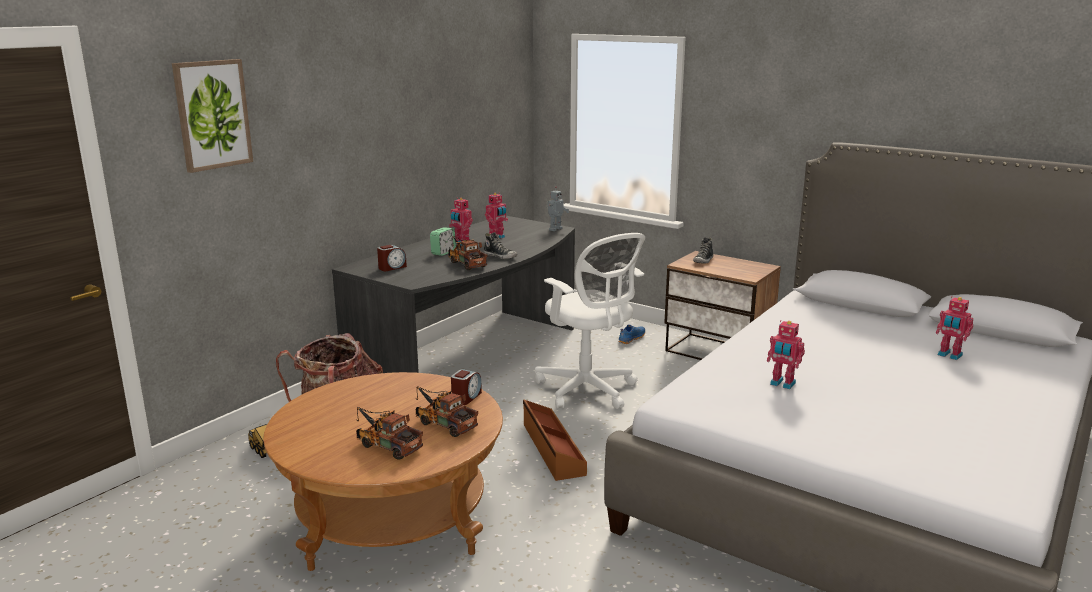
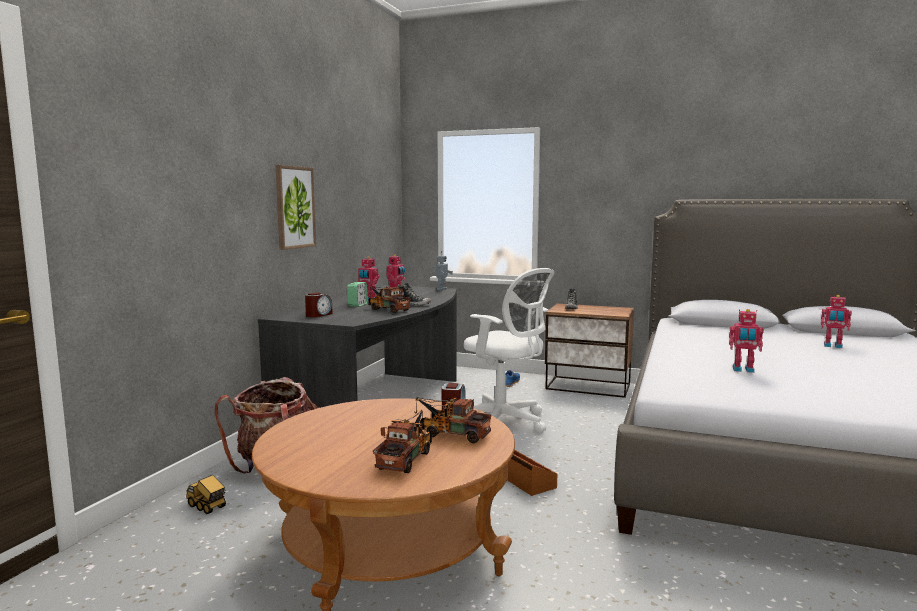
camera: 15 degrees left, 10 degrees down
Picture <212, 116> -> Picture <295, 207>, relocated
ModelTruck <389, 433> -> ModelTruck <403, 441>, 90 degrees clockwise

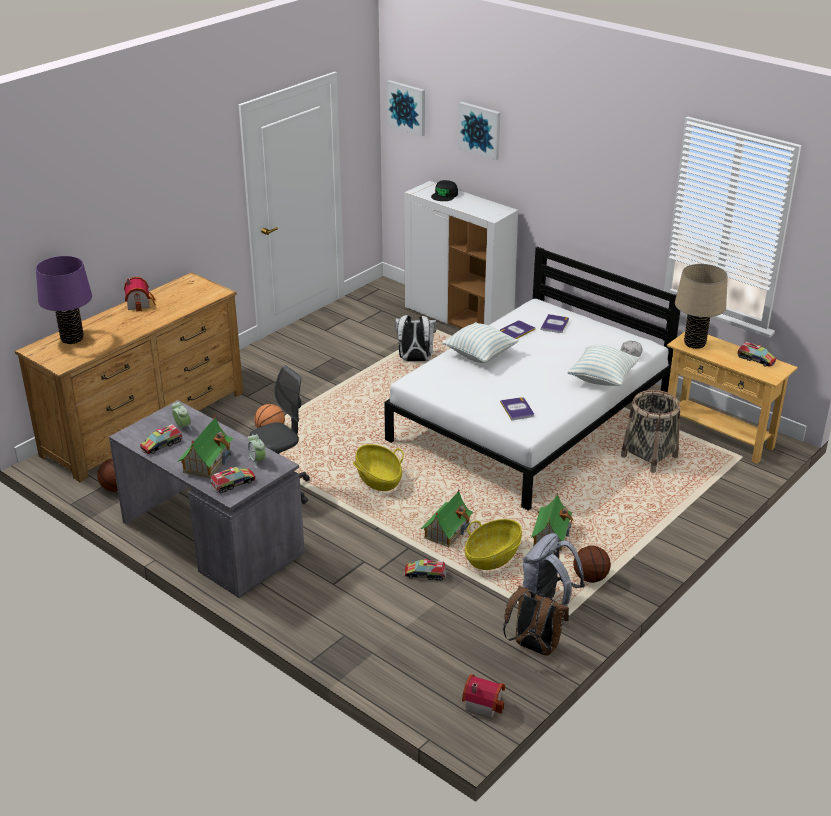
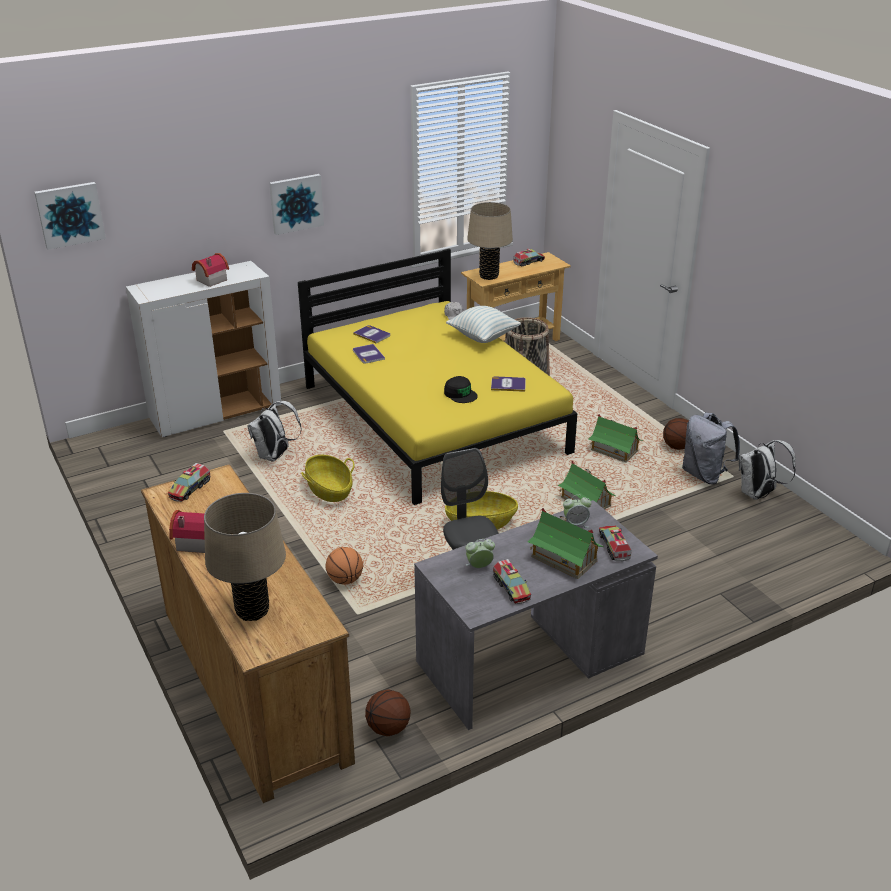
camera: 70 degrees left, 0 degrees up
PurpleTabletopLamp <64, 300> -> SandColouredTabletopLamp <245, 557>
WhitishBedroomBed <532, 379> -> YellowishBedroomBed <438, 377>
ModelTruck <425, 570> -> ModelTruck <189, 482>, relocated
BlackColouredPeakedCap <444, 190> -> BlackColouredPeakedCap <461, 389>, relocated
ThrowPillow <480, 342> -> none
Picture <479, 131> -> Picture <296, 204>, relocated
ModelHouse <483, 696> -> ModelHouse <210, 270>, relocated
Basket <493, 544> -> Basket <327, 478>, relocated
BrownColouredRucksack <536, 621> -> WhitishRucksack <767, 470>

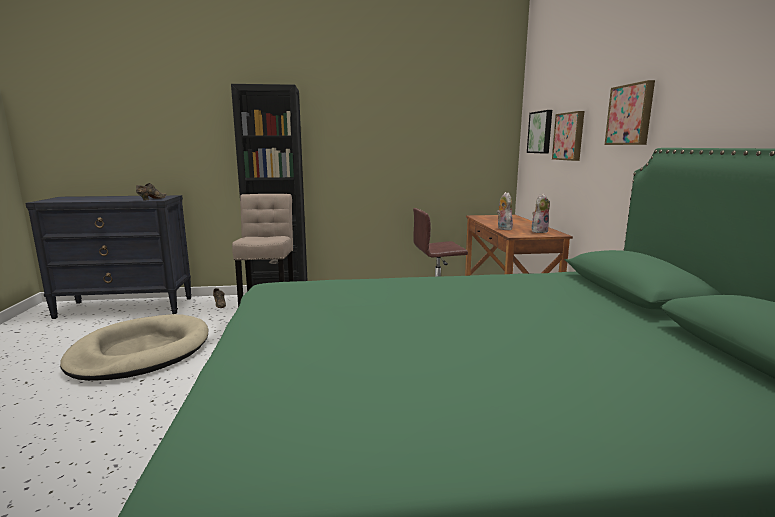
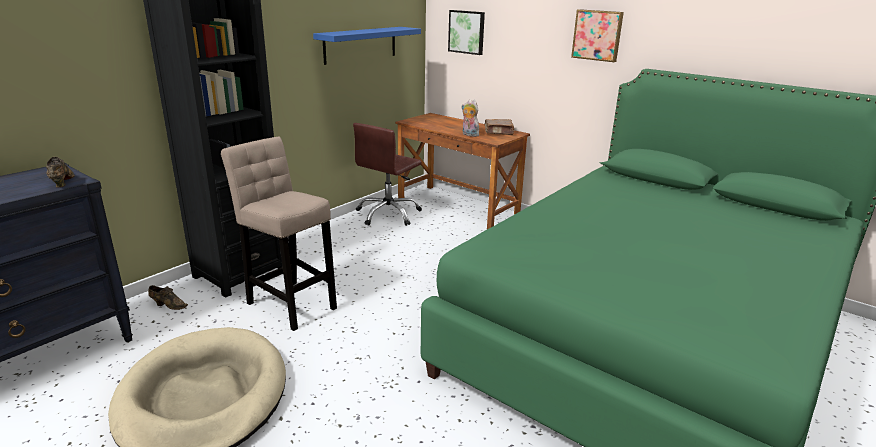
camera: 45 degrees left, 10 degrees up
PlushToy <541, 213> -> BrownColouredBook <499, 127>
Picture <568, 136> -> none
none -> BlueColouredShelf <367, 46>

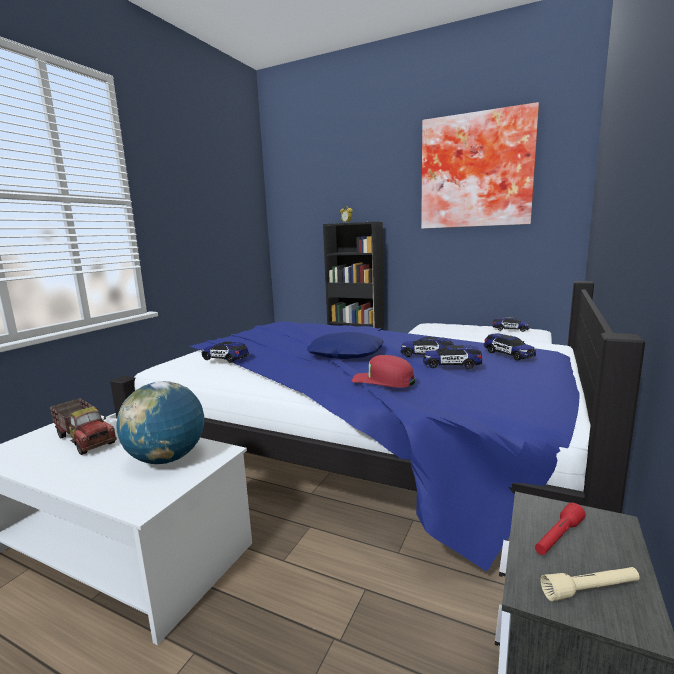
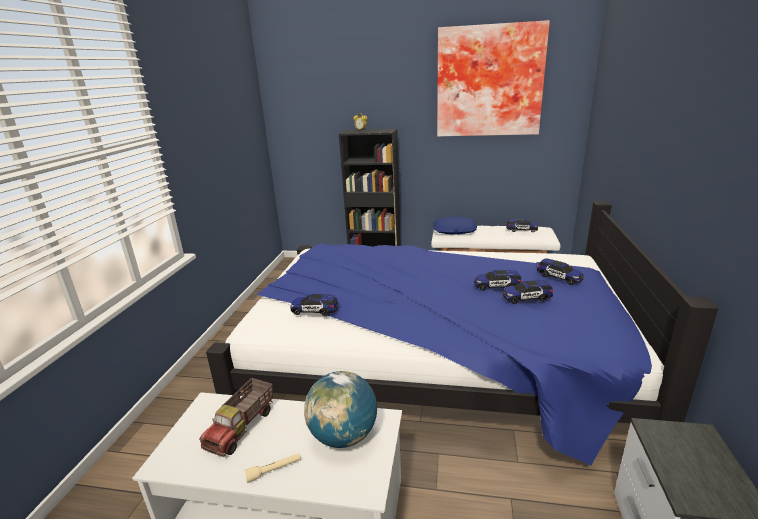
camera: 15 degrees left, 10 degrees up
ModelTruck <83, 426> -> ModelTruck <236, 417>, 90 degrees clockwise
BlueColouredThrowPillow <345, 345> -> BlueColouredThrowPillow <455, 225>, relocated
RedPeakedCap <383, 371> -> none
RedTorch <560, 529> -> none
SandColouredTorch <590, 584> -> SandColouredTorch <273, 468>, relocated

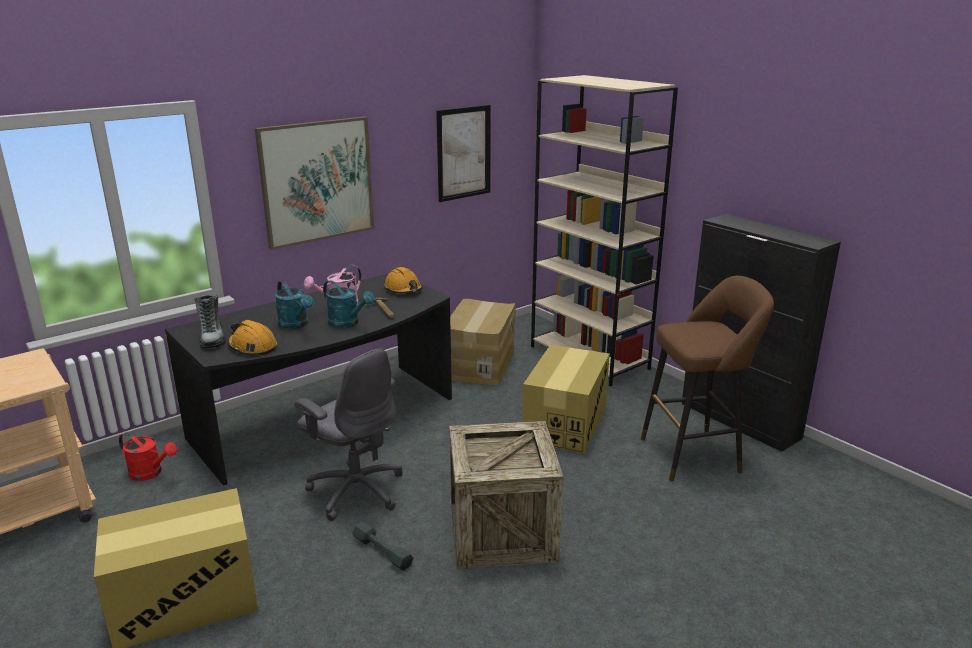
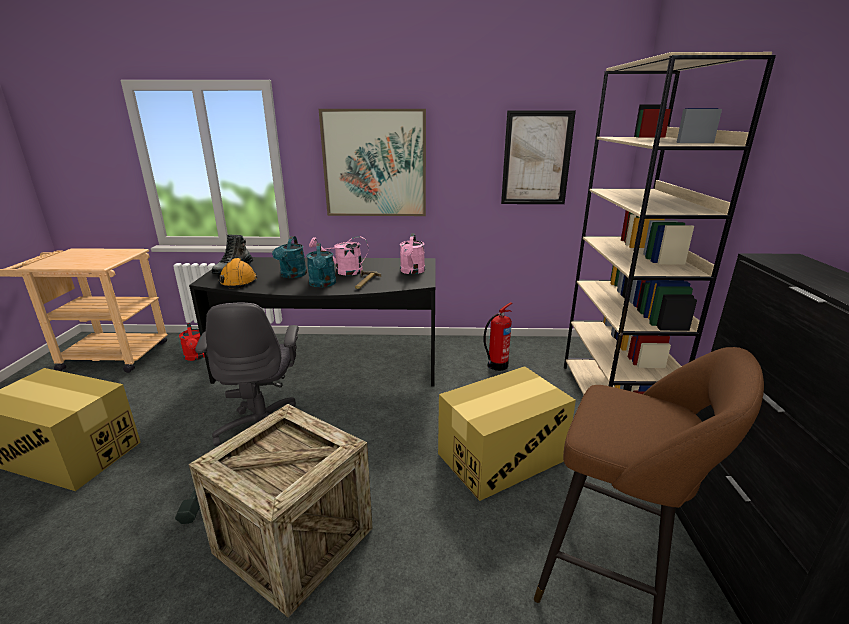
camera: 40 degrees right, 0 degrees up
OrangeColouredWorkHelmet <403, 280> -> PinkColouredWateringCan <412, 253>
CardboardBox <483, 342> -> FireFightingCylinder <498, 336>

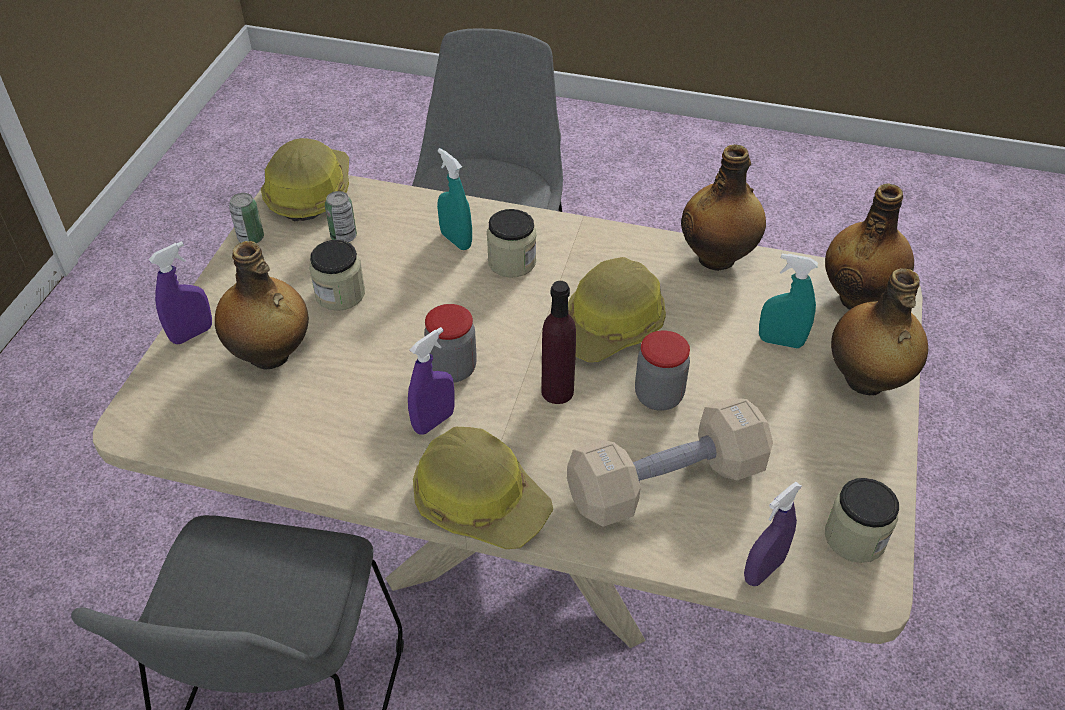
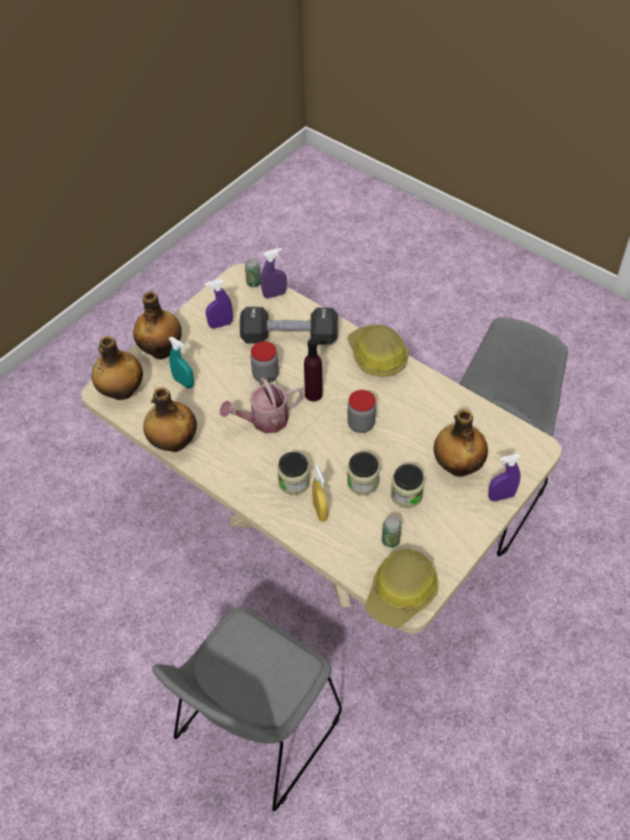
camera: 155 degrees left, 5 degrees up
Can <246, 218> -> Can <253, 272>, relocated
PurpleSprayBottle <431, 380> -> PurpleSprayBottle <219, 304>, relocated
TurquoiseColouredSprayBottle <454, 199> -> YellowishSprayBottle <320, 493>
SandColouredDumbbell <670, 462> -> BlackColouredDumbbell <289, 326>
WorkHelmet <617, 309> -> WateringCan <261, 405>
PreserveJar <862, 520> -> PreserveJar <363, 473>, relocated

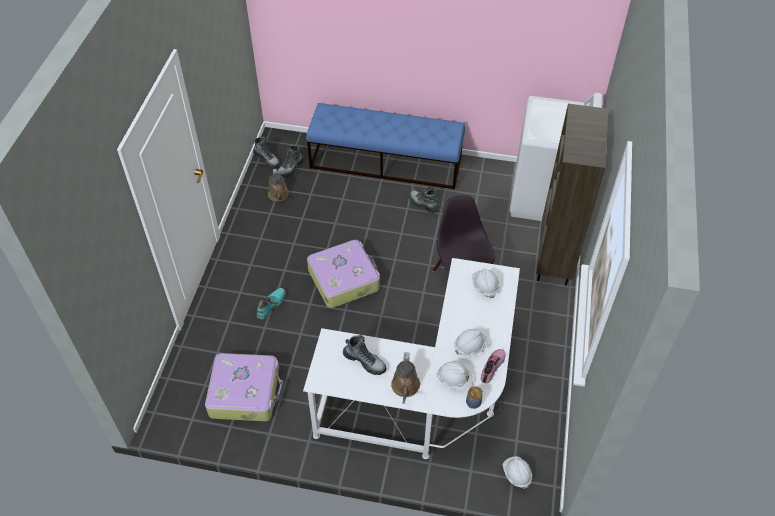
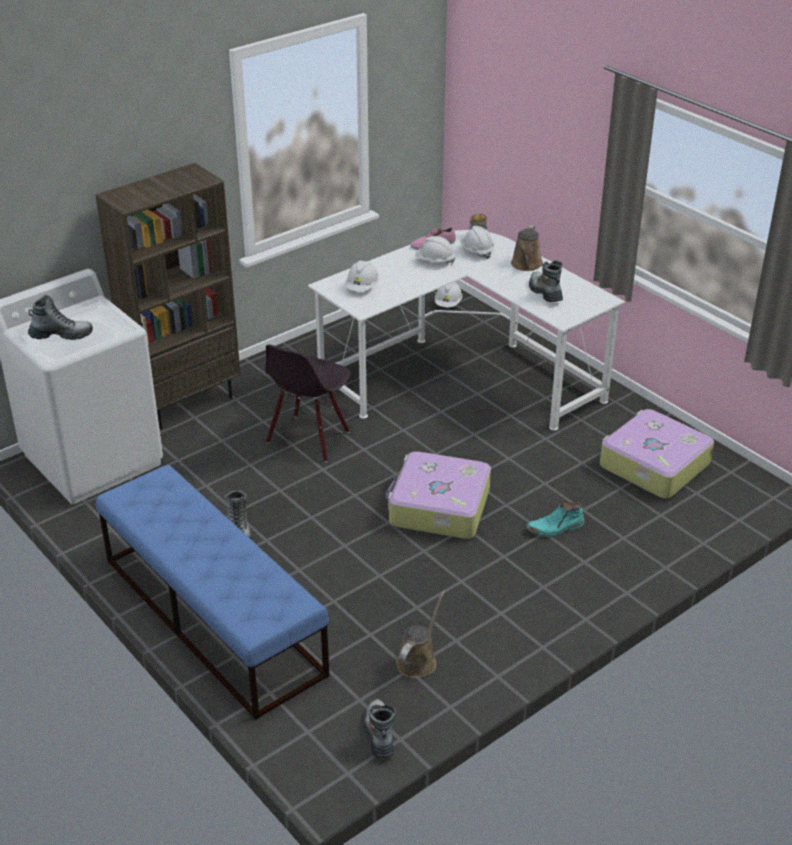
camera: 140 degrees left, 15 degrees down
HighTopBoot <291, 161> -> HighTopBoot <60, 317>, relocated
BrownColouredWateringCan <405, 378> -> BrownColouredWateringCan <527, 248>, 150 degrees clockwise

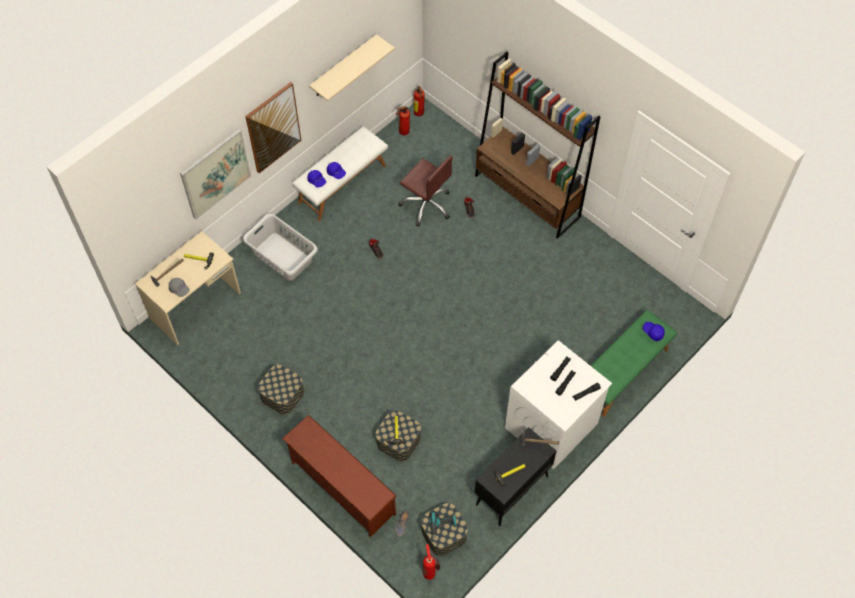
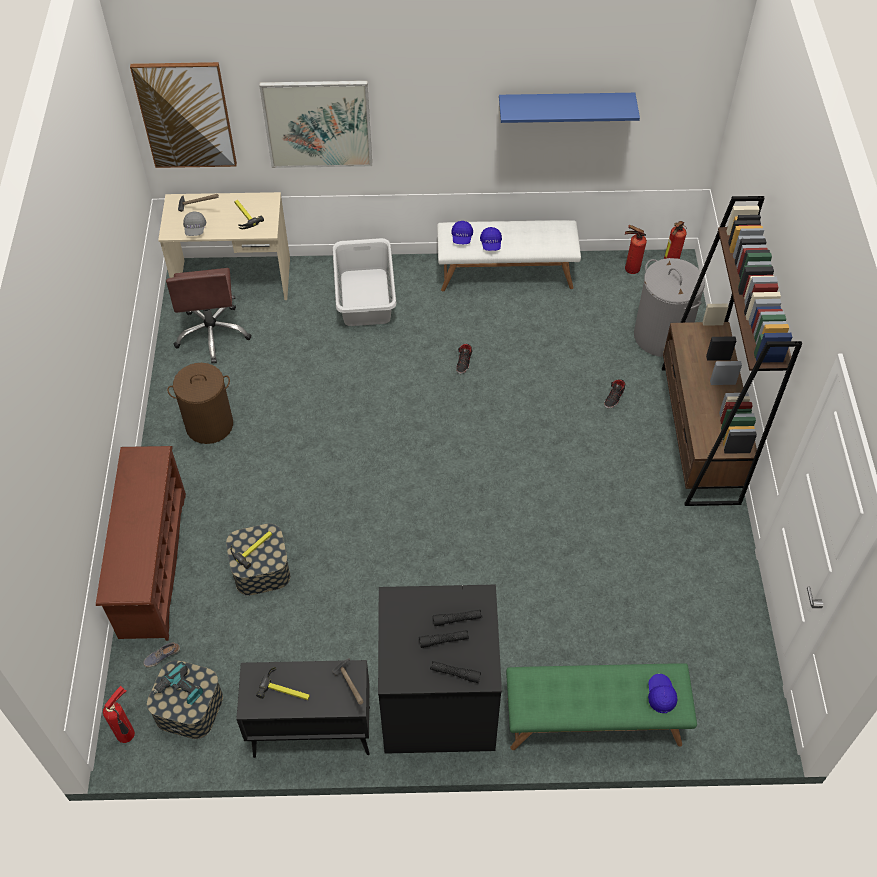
camera: 45 degrees right, 5 degrees down
Picture <273, 127> -> Picture <183, 115>, relocated
StorageBox <281, 390> -> BrownColouredWashingBasket <200, 403>
SandColouredShelf <352, 67> -> BlueColouredShelf <569, 108>
BrownColouredDeskChair <426, 191> -> BrownColouredDeskChair <209, 316>, relocated
WhitishLaundryAppliance <558, 404> -> BlackColouredLaundryAppliance <440, 669>
none -> GreyWashingBasket <669, 307>

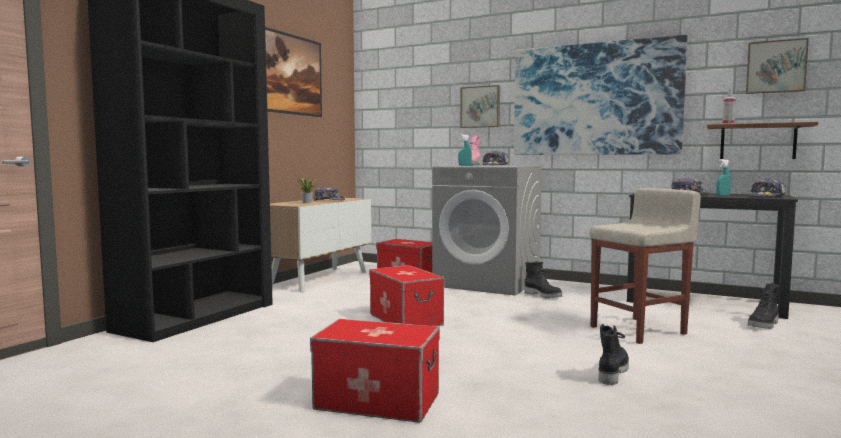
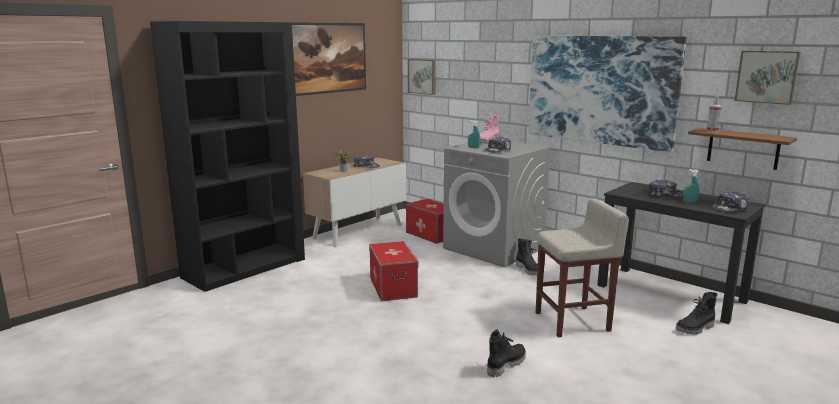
camera: 15 degrees right, 10 degrees up
StorageBox <375, 371> -> none
Picture <480, 106> -> Picture <422, 77>, relocated

